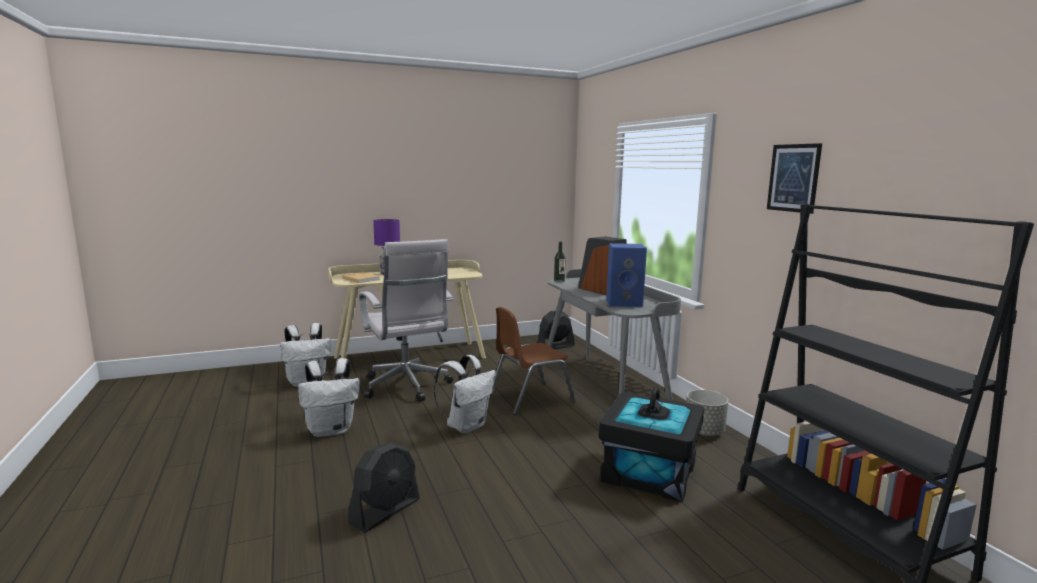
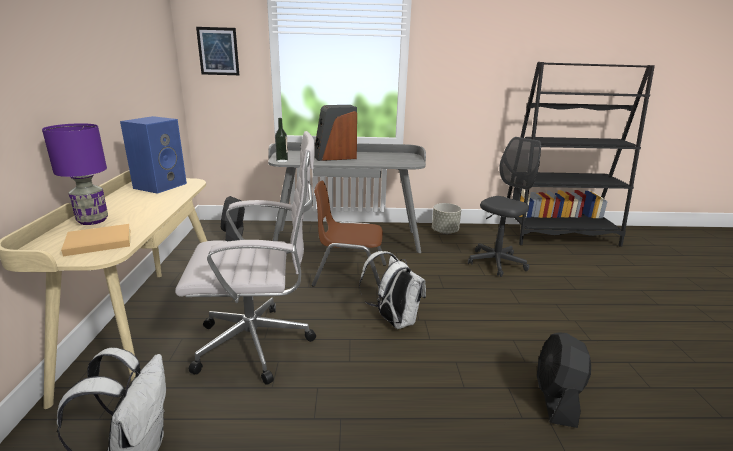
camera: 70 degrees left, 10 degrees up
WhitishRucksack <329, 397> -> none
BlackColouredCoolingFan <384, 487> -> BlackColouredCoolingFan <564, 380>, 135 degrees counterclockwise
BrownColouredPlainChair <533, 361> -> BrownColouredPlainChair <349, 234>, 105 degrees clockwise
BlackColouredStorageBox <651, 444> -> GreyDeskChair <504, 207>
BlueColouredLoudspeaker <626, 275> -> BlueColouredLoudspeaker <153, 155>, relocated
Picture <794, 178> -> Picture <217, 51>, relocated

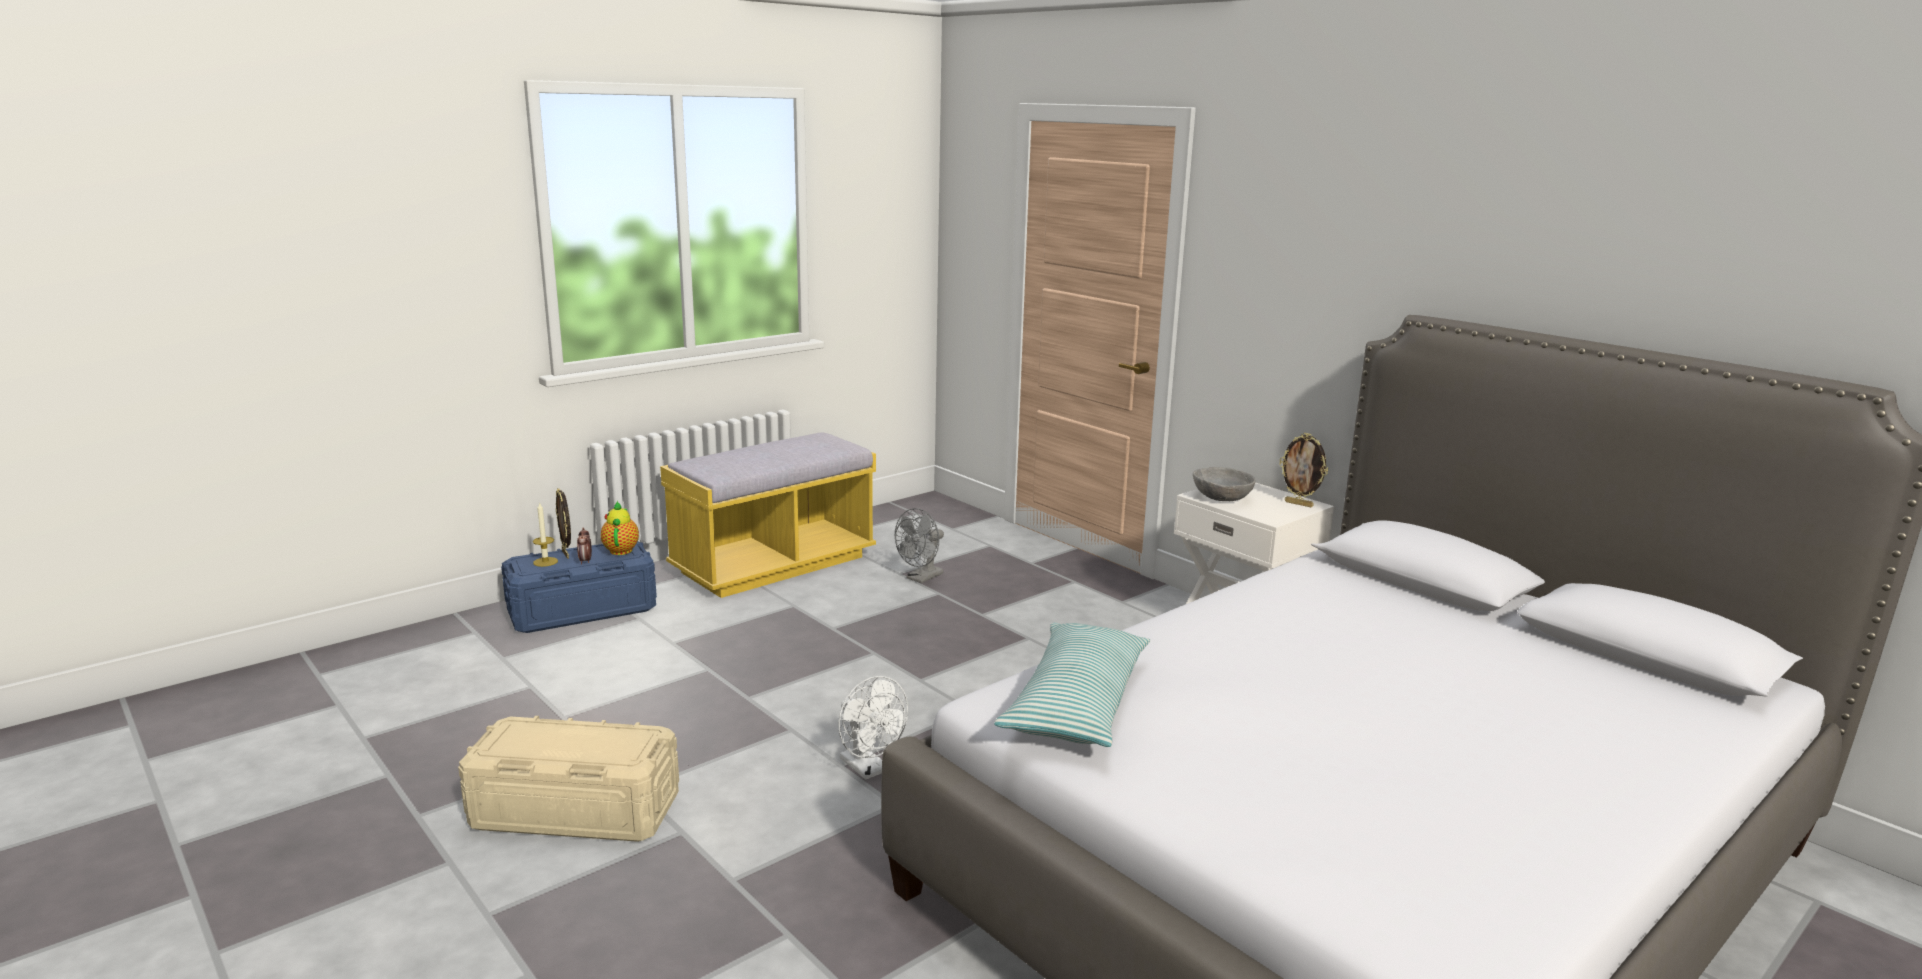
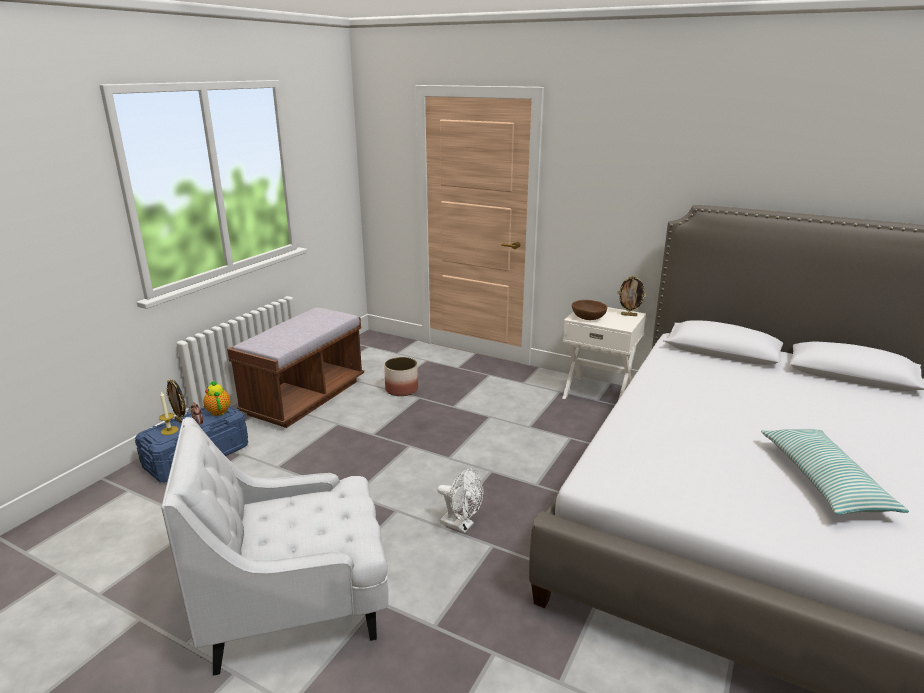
camera: 20 degrees left, 5 degrees up
SandColouredStorageBox <568, 779> -> WhitishEasyChair <275, 546>
YellowishBench <768, 515> -> BrownColouredBench <295, 367>
GreyCoolingFan <919, 545> -> FlowerPot <401, 376>
ThrowPillow <1072, 685> -> ThrowPillow <835, 472>, relocated
GreyBowl <1224, 484> -> BrownColouredBowl <590, 310>

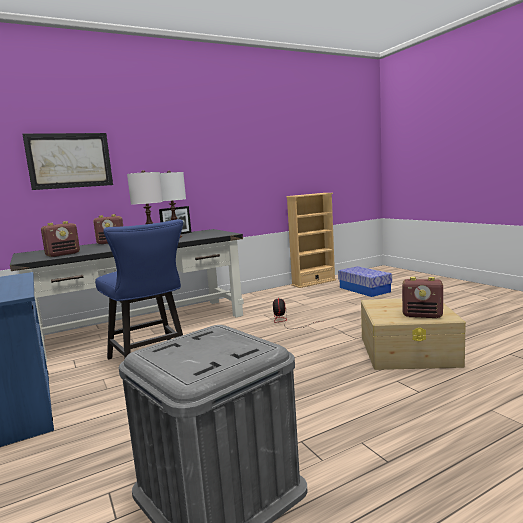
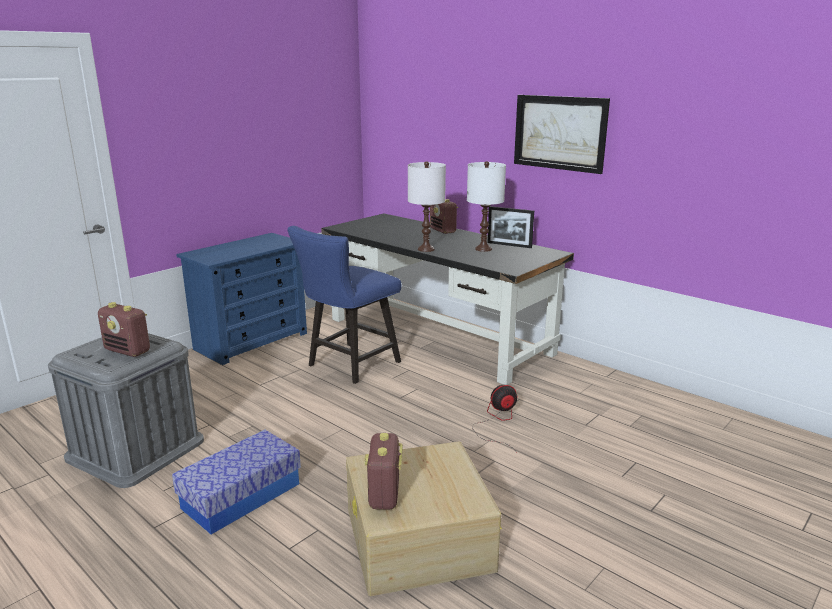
camera: 70 degrees right, 10 degrees up
Picture <67, 161> -> Picture <562, 134>, relocated
RadioReceiver <60, 239> -> RadioReceiver <124, 329>, relocated
SandColouredBookcase <311, 240> -> none
StorageBox <365, 281> -> StorageBox <236, 482>, relocated

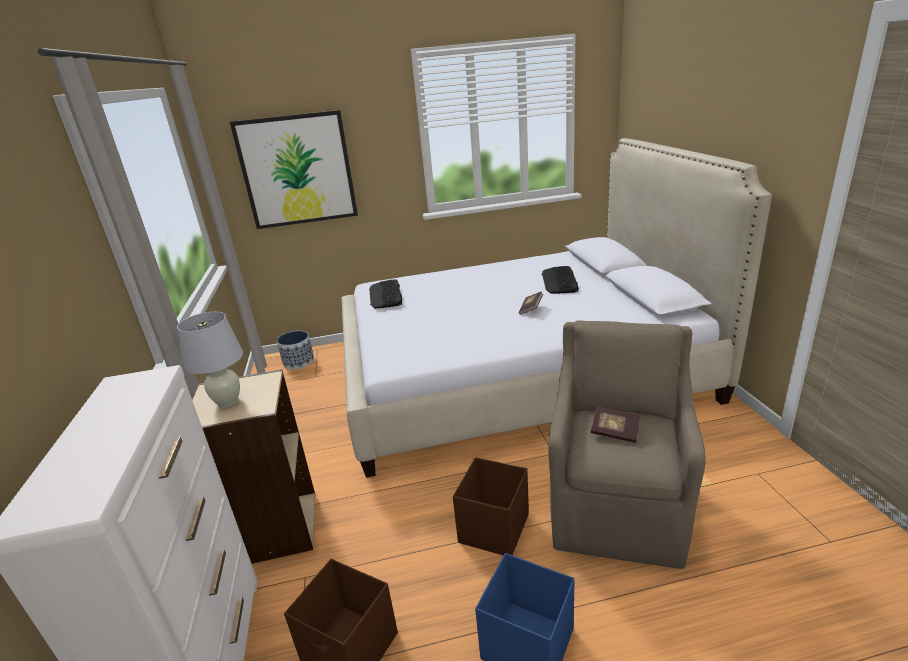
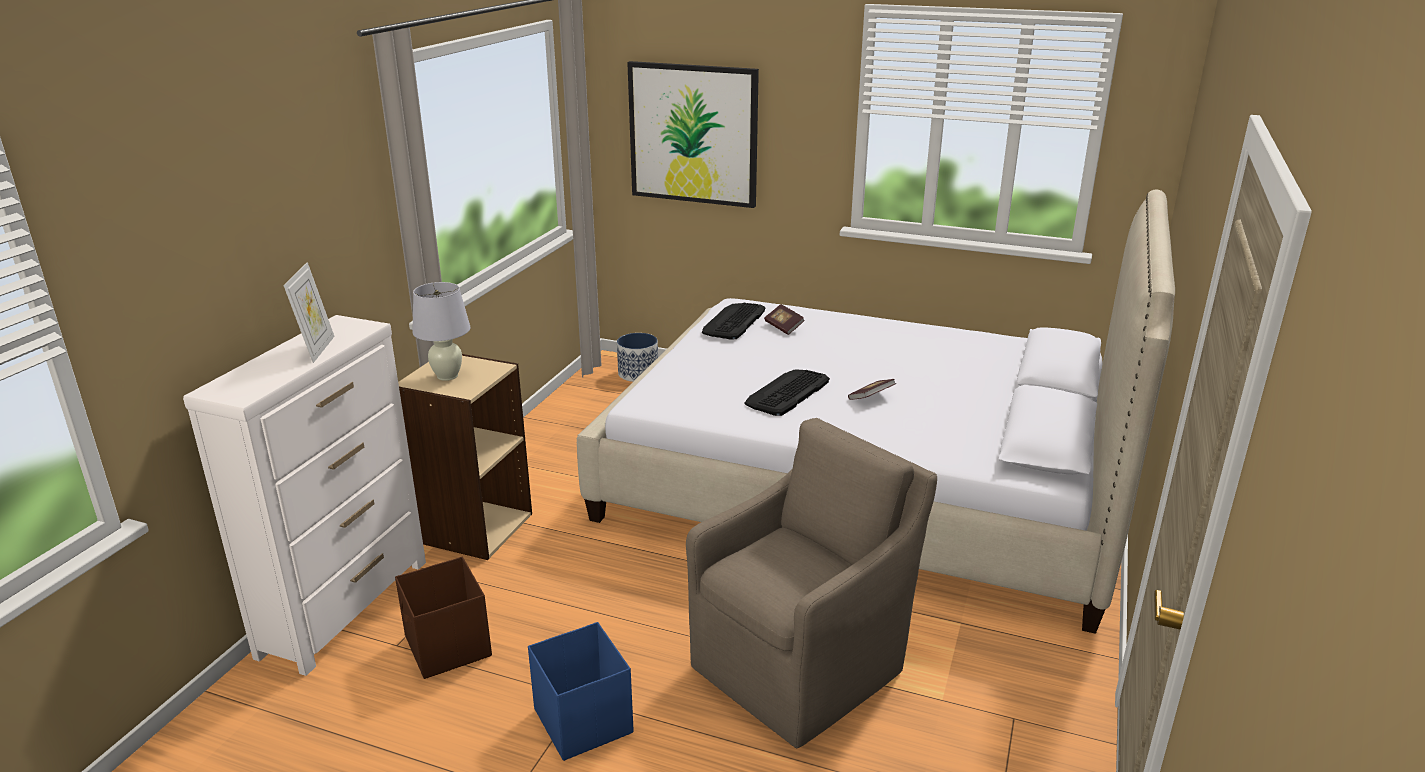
camera: 30 degrees right, 0 degrees up
BrownColouredStorageBox <491, 506> -> none
PcKeyboard <560, 280> -> PcKeyboard <787, 392>, relocated
Book <616, 424> -> Book <784, 319>, relocated
none -> PhotoFrame <309, 312>

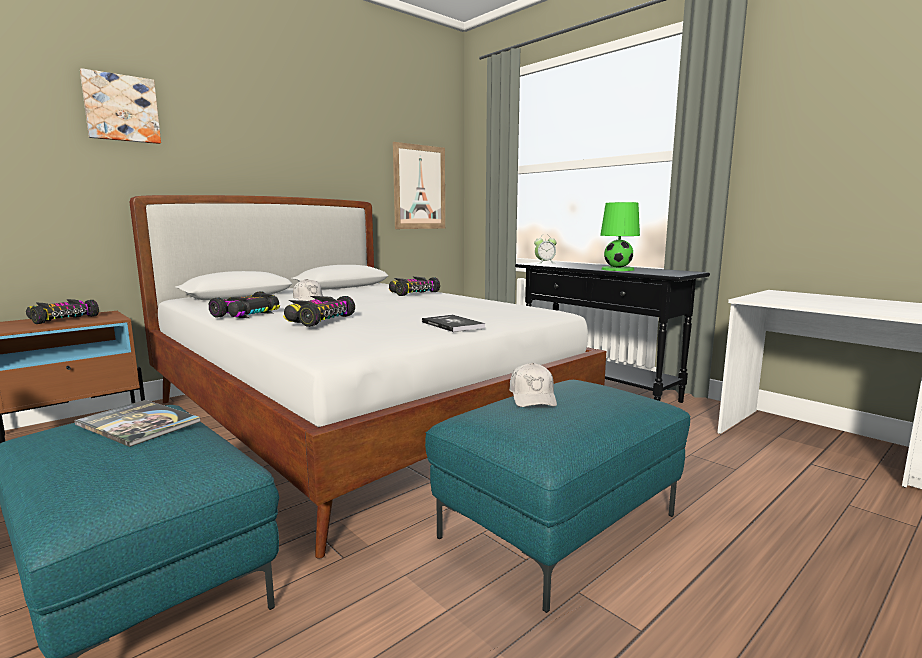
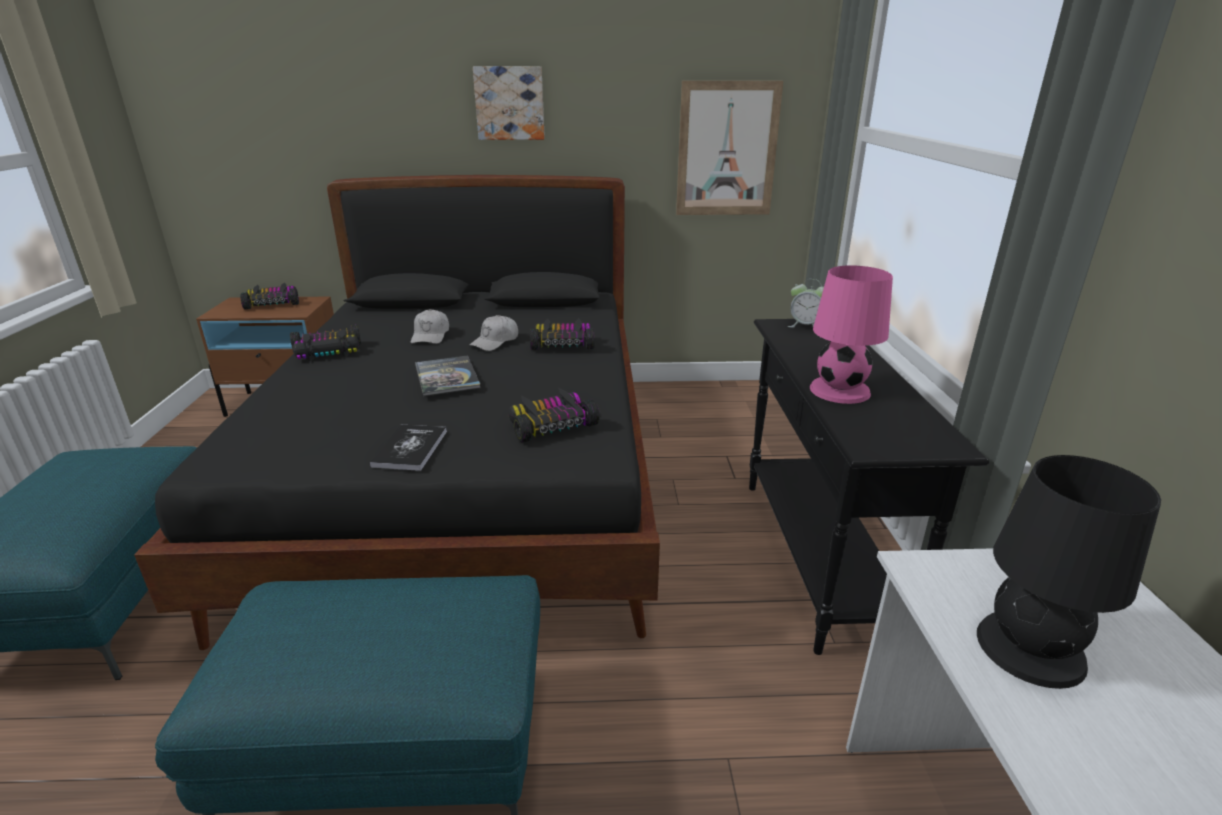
camera: 40 degrees right, 15 degrees up
Book <137, 423> -> Book <448, 375>, relocated
Picture <120, 106> -> Picture <509, 103>, relocated
WhitishBedroomBed <367, 377> -> BlackColouredBedroomBed <397, 412>
ToyCar <319, 311> -> ToyCar <554, 415>, relocated
WhitishPeakedCap <533, 385> -> WhitishPeakedCap <494, 333>, relocated
GreenishTabletopLamp <620, 236> -> PinkColouredTabletopLamp <851, 334>
none -> BlackColouredTabletopLamp <1069, 572>

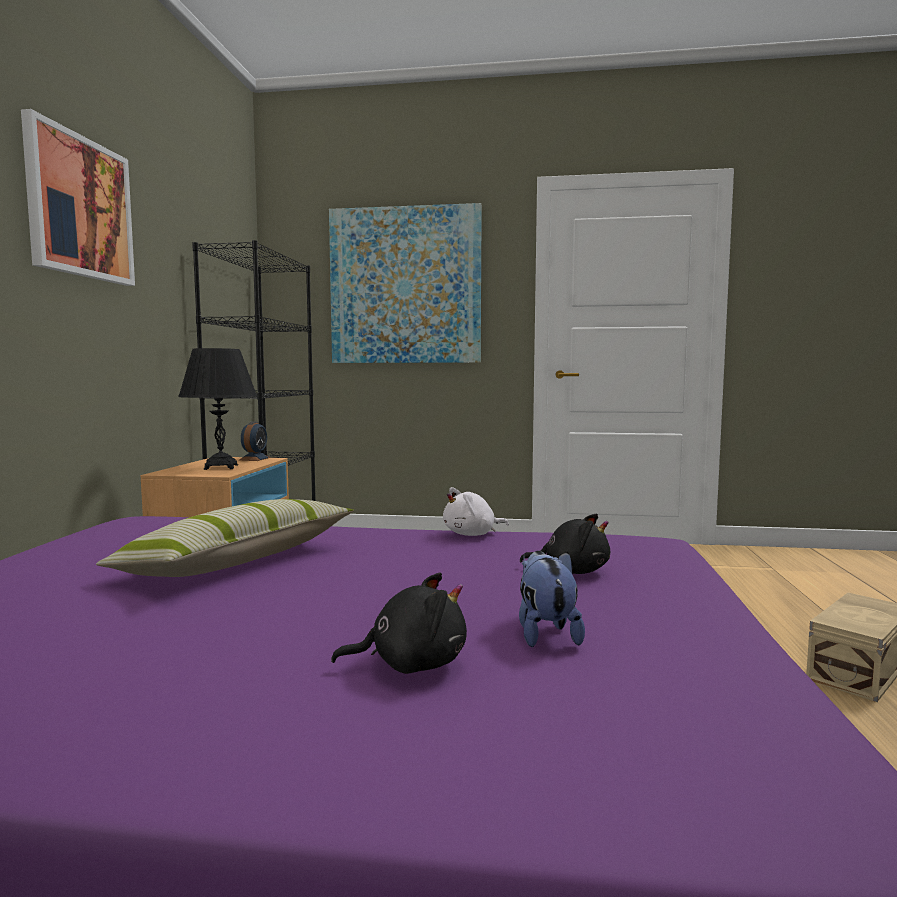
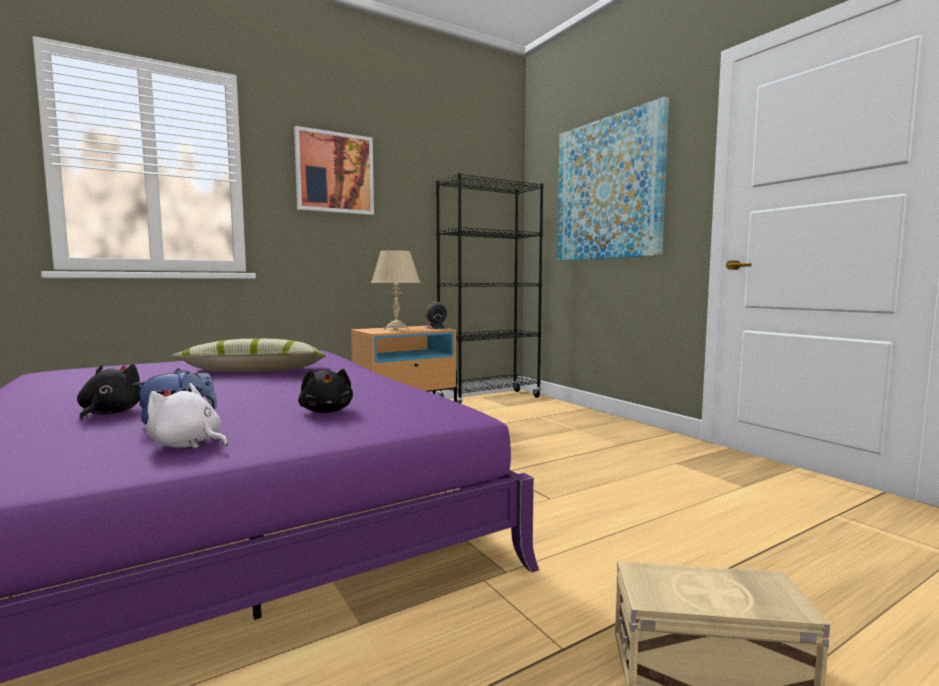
camera: 50 degrees right, 0 degrees up
BlackColouredTabletopLamp <217, 409> -> SandColouredTabletopLamp <396, 290>
BlackColouredPlushToy <399, 623> -> BlackColouredPlushToy <108, 392>, 135 degrees counterclockwise
WhitishPlushToy <476, 511> -> WhitishPlushToy <187, 416>, relocated

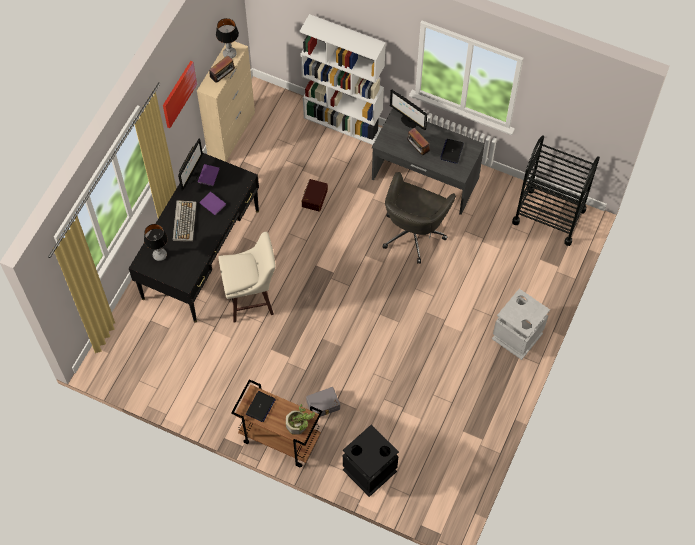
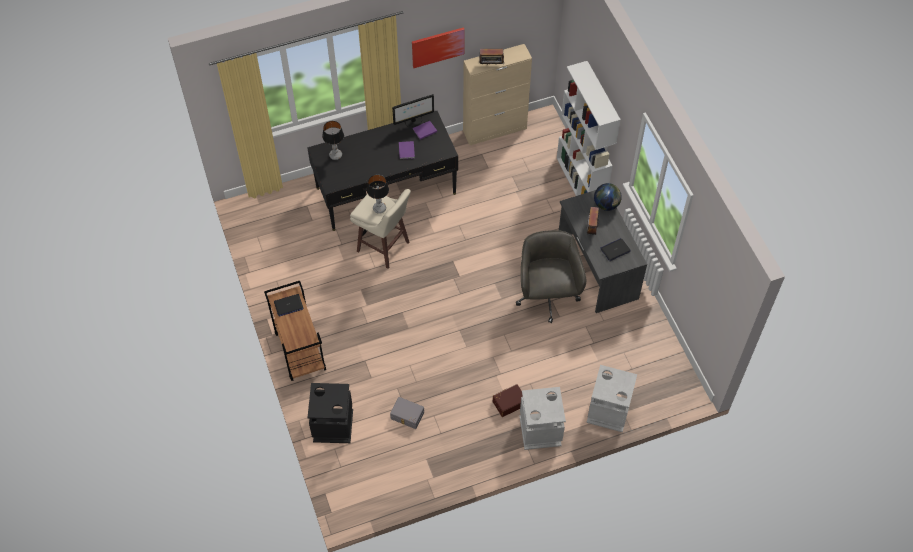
camera: 45 degrees right, 5 degrees down
PcKeyboard <185, 221> -> none
TabletopLamp <227, 38> -> TabletopLamp <378, 194>, relocated
PottedPlant <300, 419> -> none
BrownColouredStorageBox <314, 195> -> BrownColouredStorageBox <508, 400>, relocated
GreyStorageBox <323, 402> -> GreyStorageBox <407, 413>, relocated
GreyDeskChair <419, 218> -> GreyDeskChair <551, 276>, 105 degrees clockwise
Monitor <408, 109> -> WorldGlobe <608, 197>
BlackColouredCart <556, 190> -> none
none -> GreyTrashCan <611, 398>

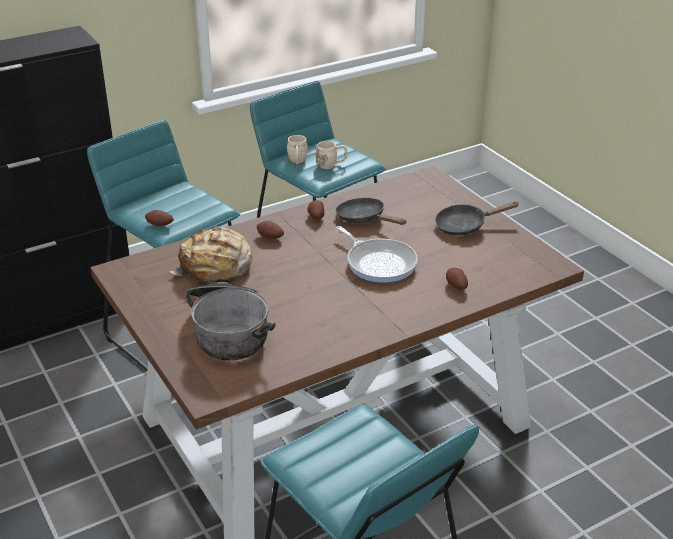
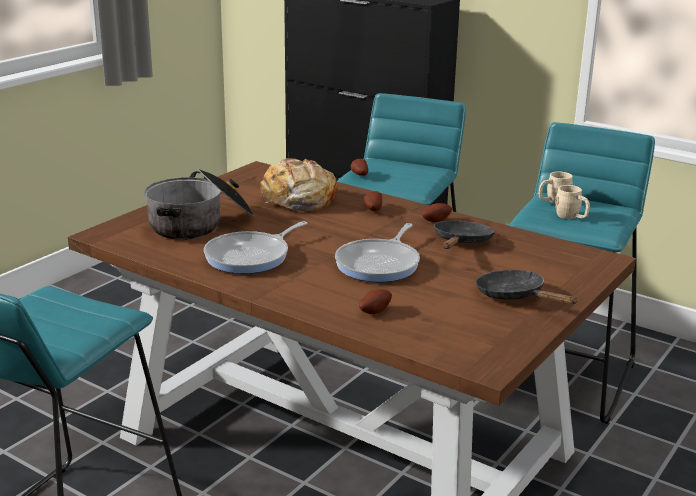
camera: 65 degrees right, 10 degrees down
none -> Pan <255, 247>

